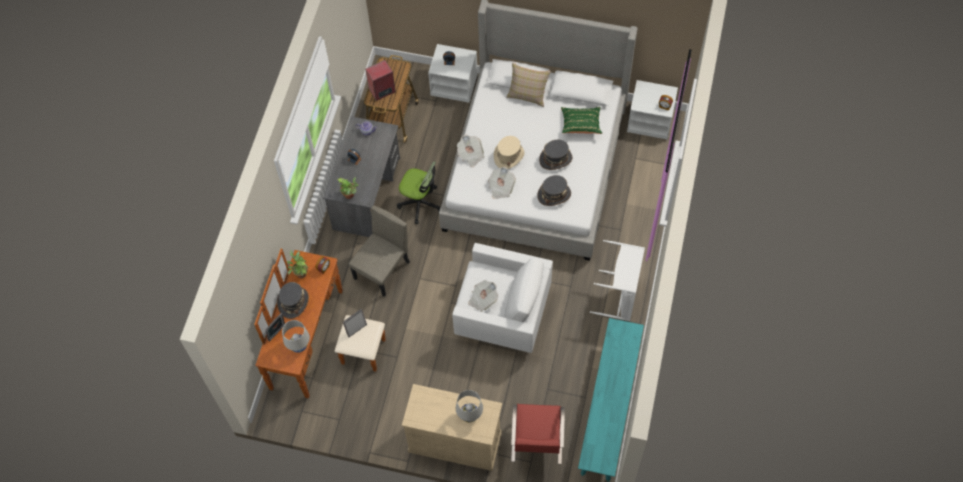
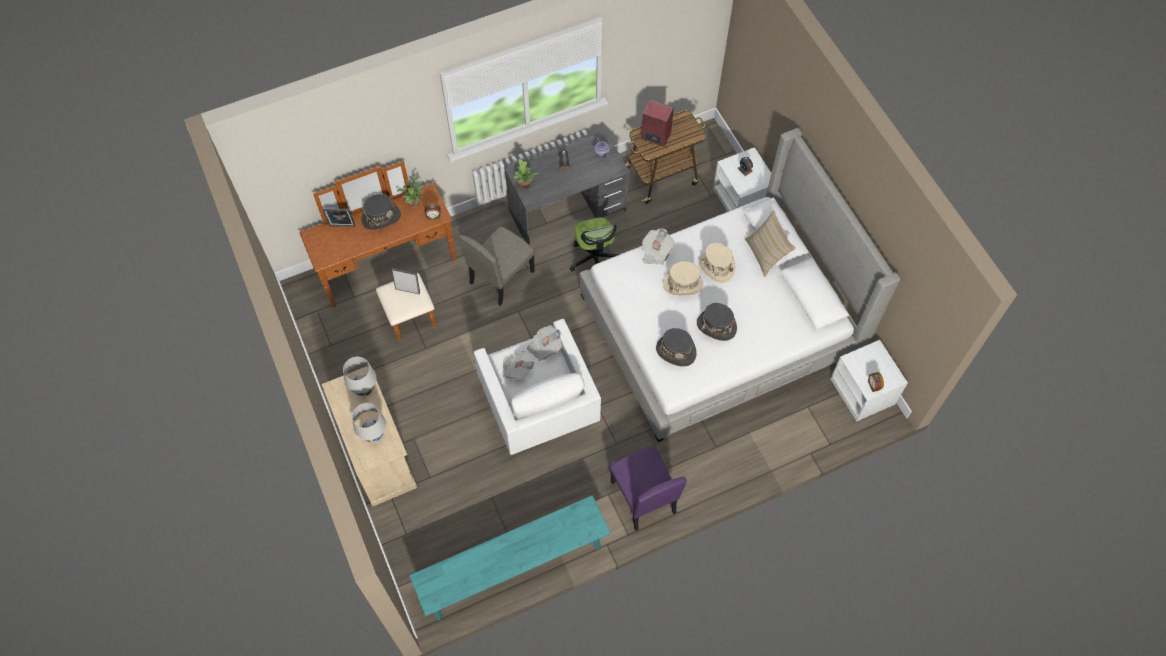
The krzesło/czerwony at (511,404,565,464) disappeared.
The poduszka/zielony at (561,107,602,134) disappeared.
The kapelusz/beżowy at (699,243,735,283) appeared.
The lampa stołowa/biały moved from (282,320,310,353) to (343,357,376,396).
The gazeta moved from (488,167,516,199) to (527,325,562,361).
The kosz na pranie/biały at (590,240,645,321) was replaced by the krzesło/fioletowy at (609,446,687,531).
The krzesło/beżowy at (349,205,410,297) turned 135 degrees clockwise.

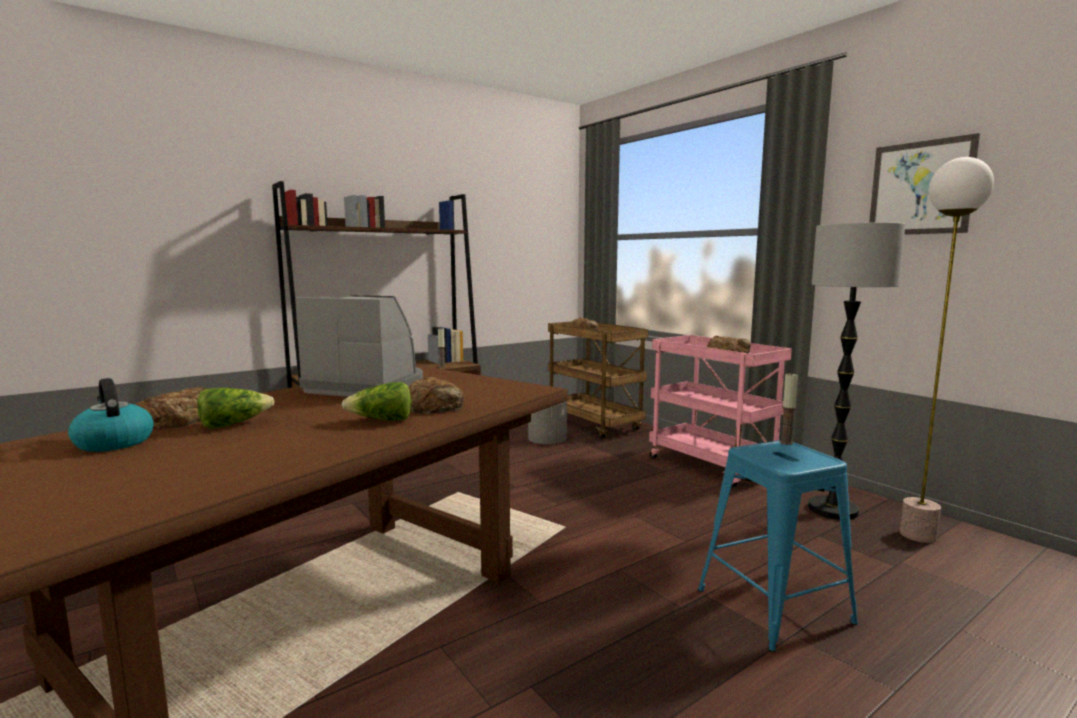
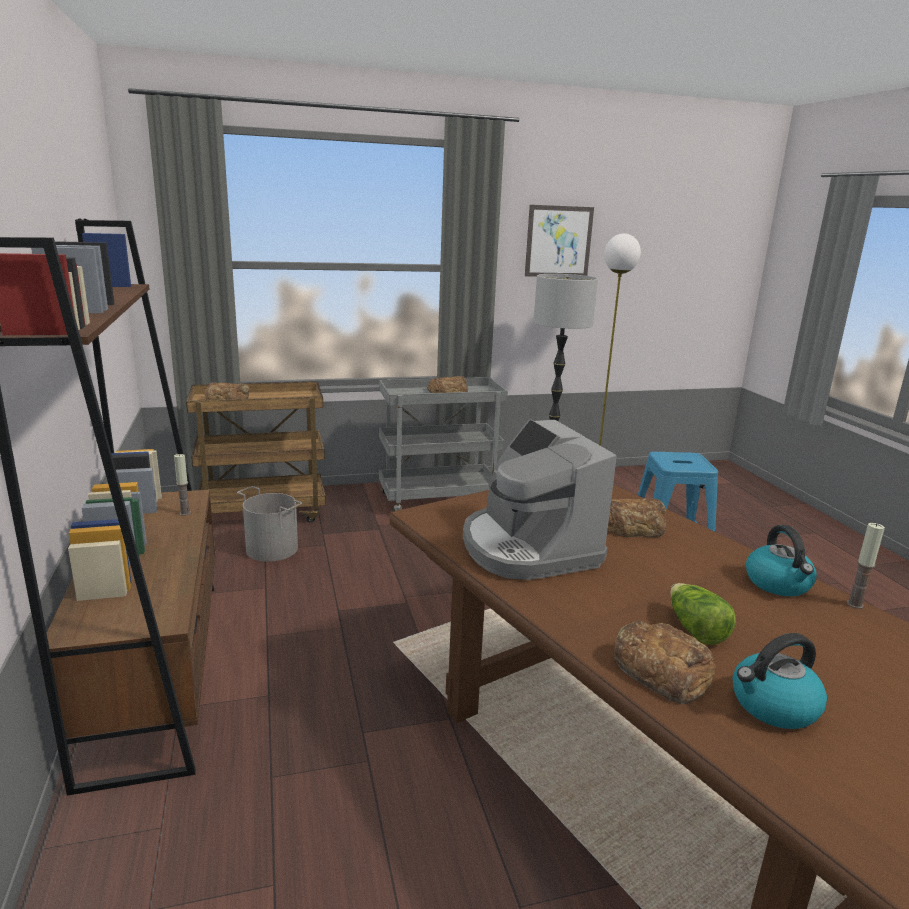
The sałata at (342,382,412,420) disappeared.
The czajnik at (746,525,817,596) appeared.
The świeca moved from (780,372,798,445) to (847,523,885,609).
The wózek/różowy at (649,335,792,488) became the wózek/szary at (379,377,508,512).
The ekspres do kawy at (295,295,423,397) turned 60 degrees counterclockwise.

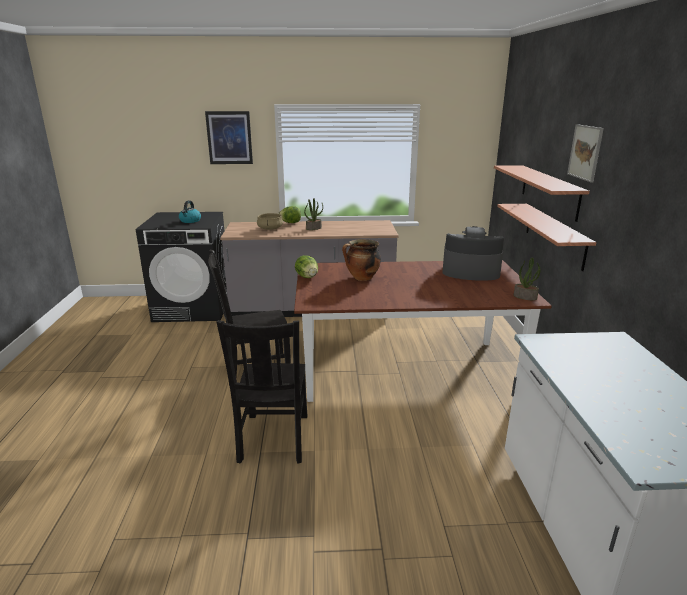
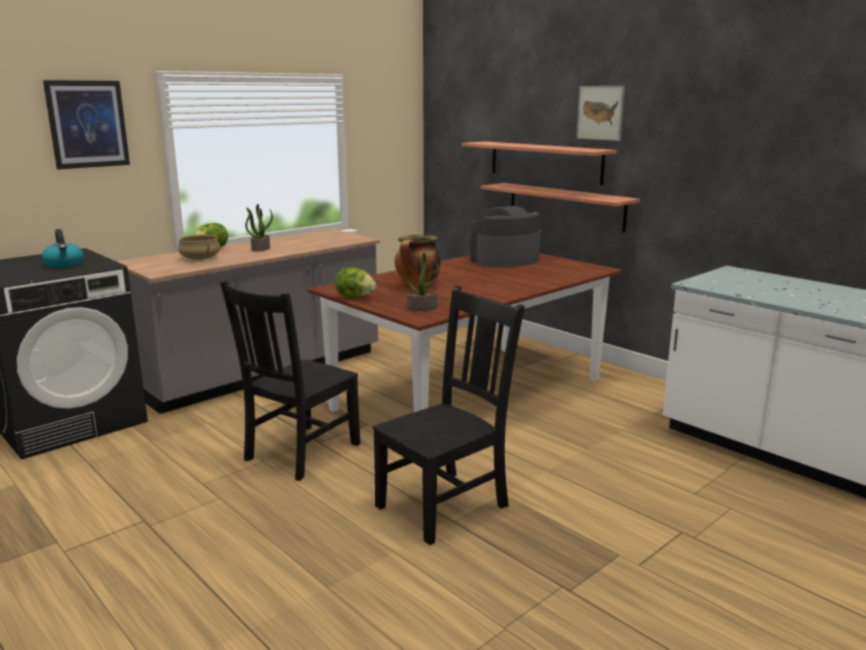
The roślina doniczkowa moved from (514,257,540,300) to (407,253,439,311).
The krzesło/czarny at (216,320,307,464) turned 90 degrees counterclockwise.

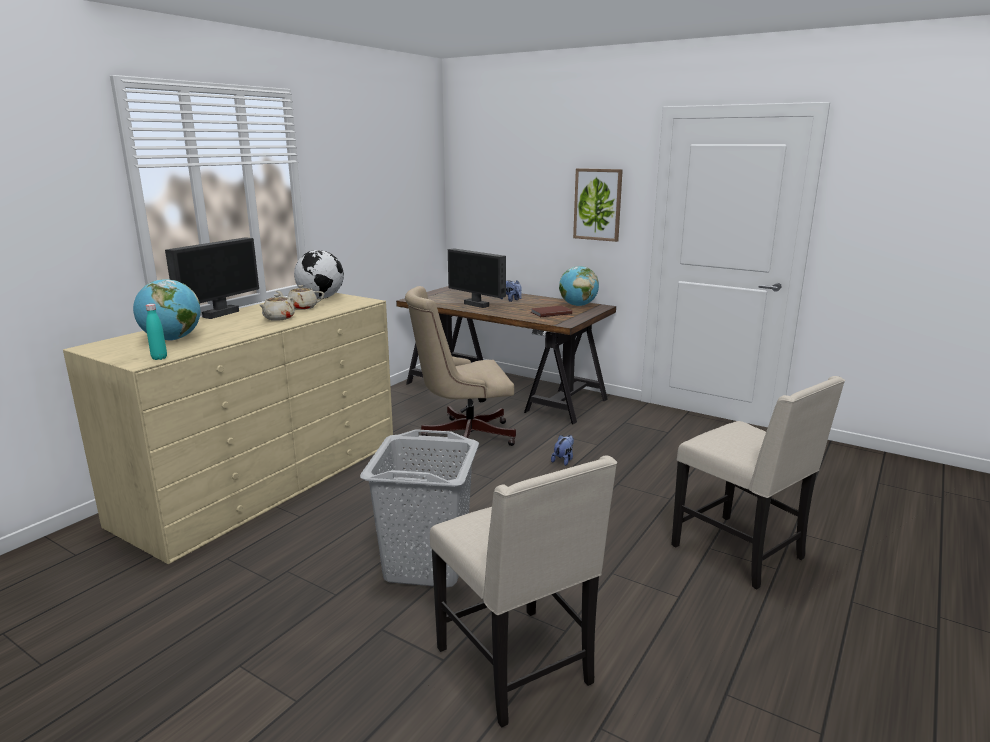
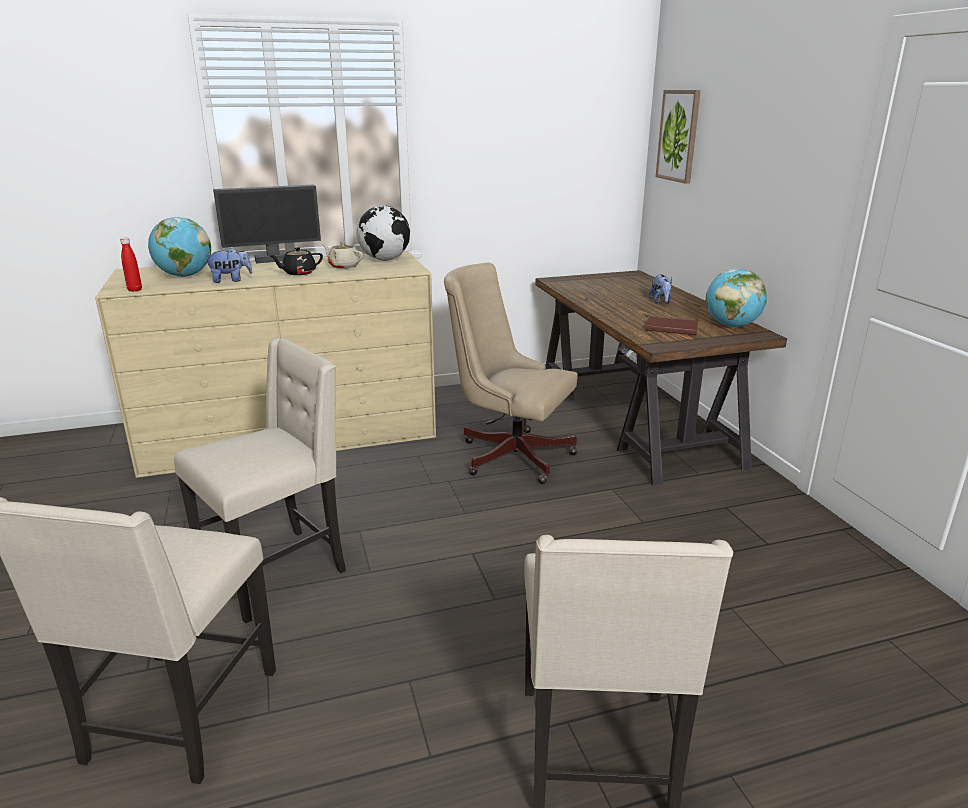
The monitor at (448,248,506,308) disappeared.
The pluszak moved from (551,435,574,466) to (205,248,253,283).
The obraz moved from (573,168,623,242) to (656,90,701,184).
The kosz na pranie/szary at (360,429,479,588) was replaced by the krzesło/beżowy at (174,338,346,624).
The butelka/turkusowy at (146,304,167,360) became the butelka/czerwony at (120,238,142,292).
The imbryk/beżowy at (260,294,295,321) became the imbryk/czarny at (270,247,323,275).

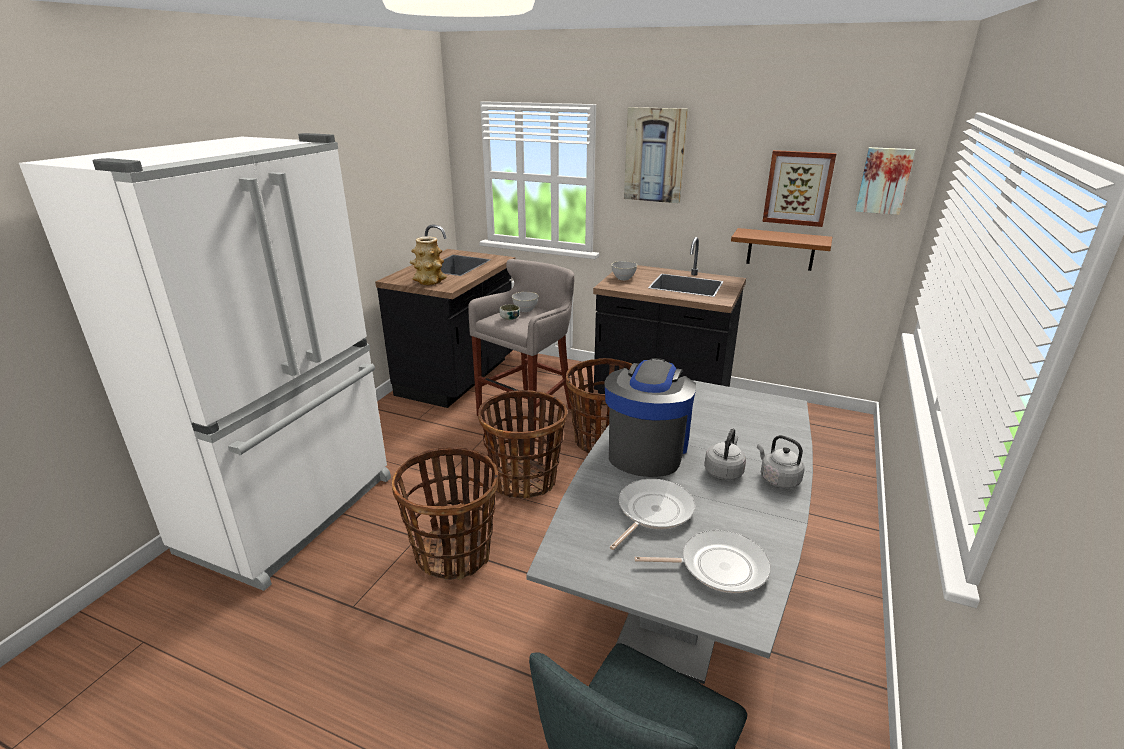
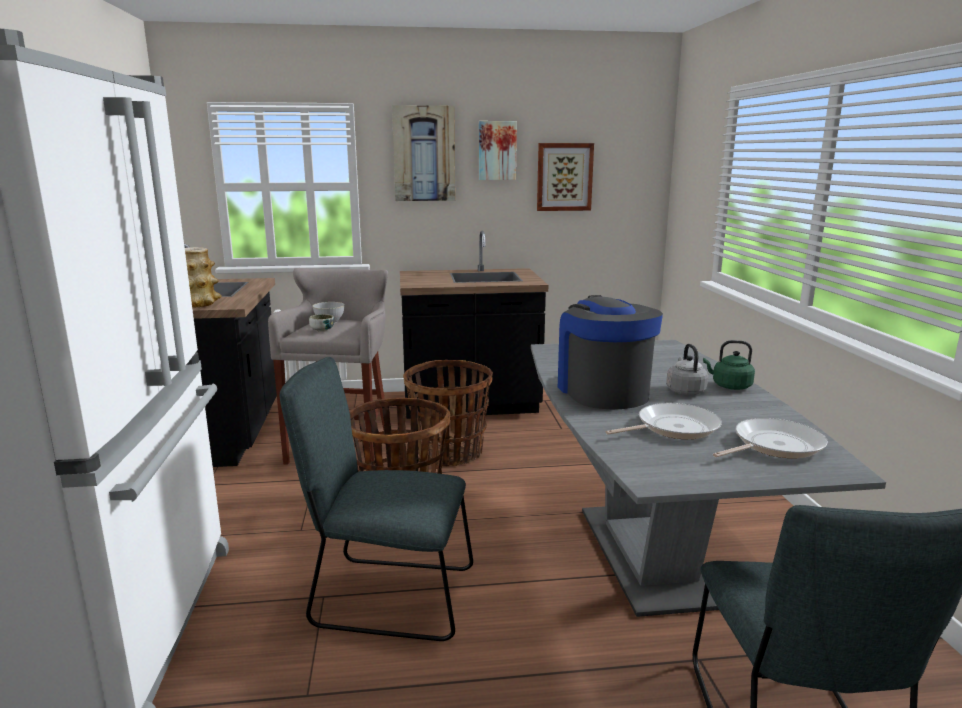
The miska/szary at (611,261,637,280) disappeared.
The półka/brązowy at (731,228,832,271) disappeared.
The obraz moved from (855,147,915,215) to (479,121,517,180).
The koszyk at (392,447,498,580) was replaced by the krzesło/szary at (280,357,473,641).
The czajnik/szary at (757,435,804,488) became the czajnik/zielony at (703,340,755,390).
The patelnia at (609,479,695,550) turned 60 degrees clockwise.

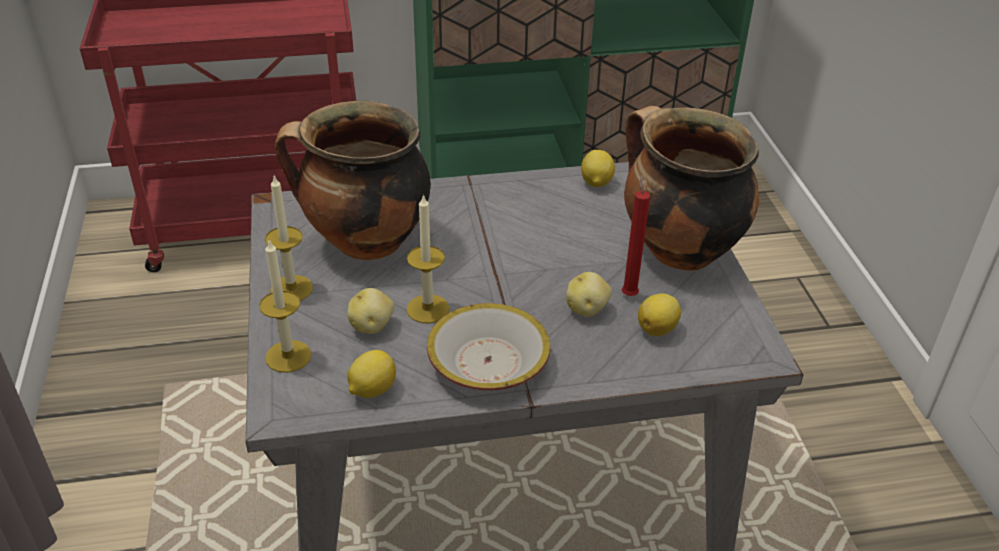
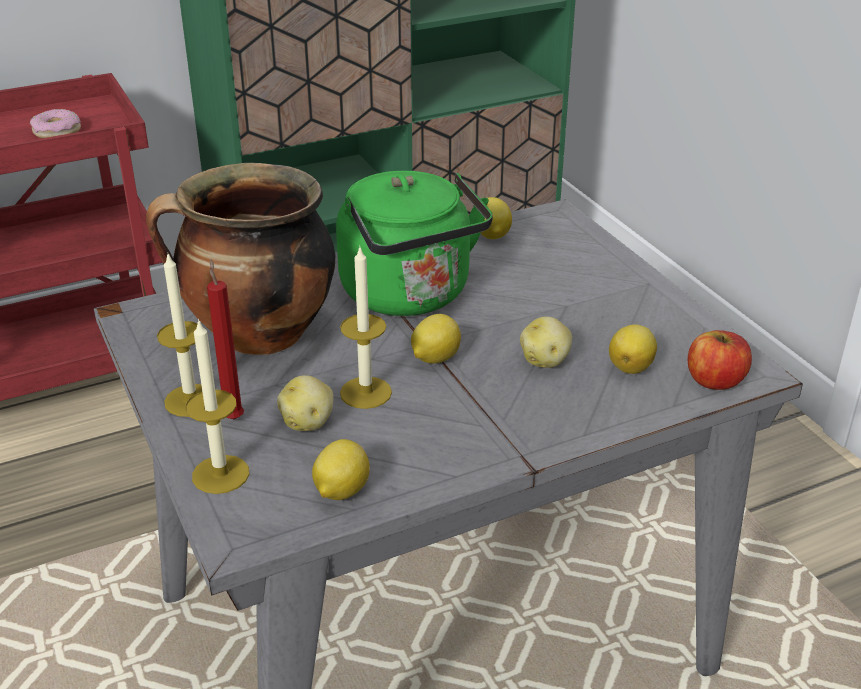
The miska at (427,303,551,390) disappeared.
The garnek at (624,106,759,271) disappeared.
The donut at (30,109,81,138) appeared.
The czajnik/zielony at (336,171,493,316) appeared.
The cytryna at (411,314,461,364) appeared.
The jabłko at (688,330,752,390) appeared.
The świeca/czerwony moved from (622,174,650,296) to (207,260,244,419).

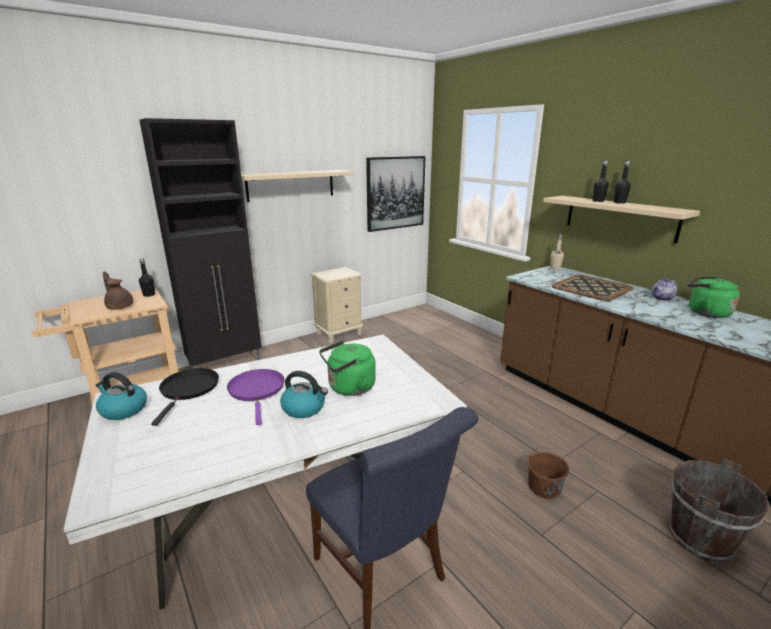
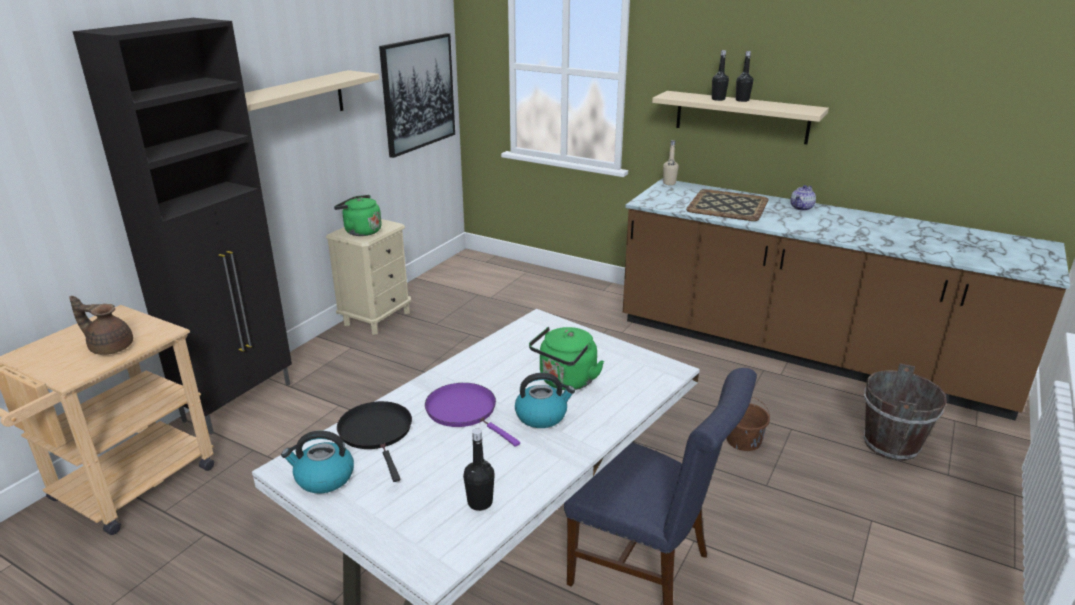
The butelka/czarny moved from (139,258,155,297) to (463,428,495,511).
The czajnik/zielony moved from (688,277,740,318) to (334,195,382,236).

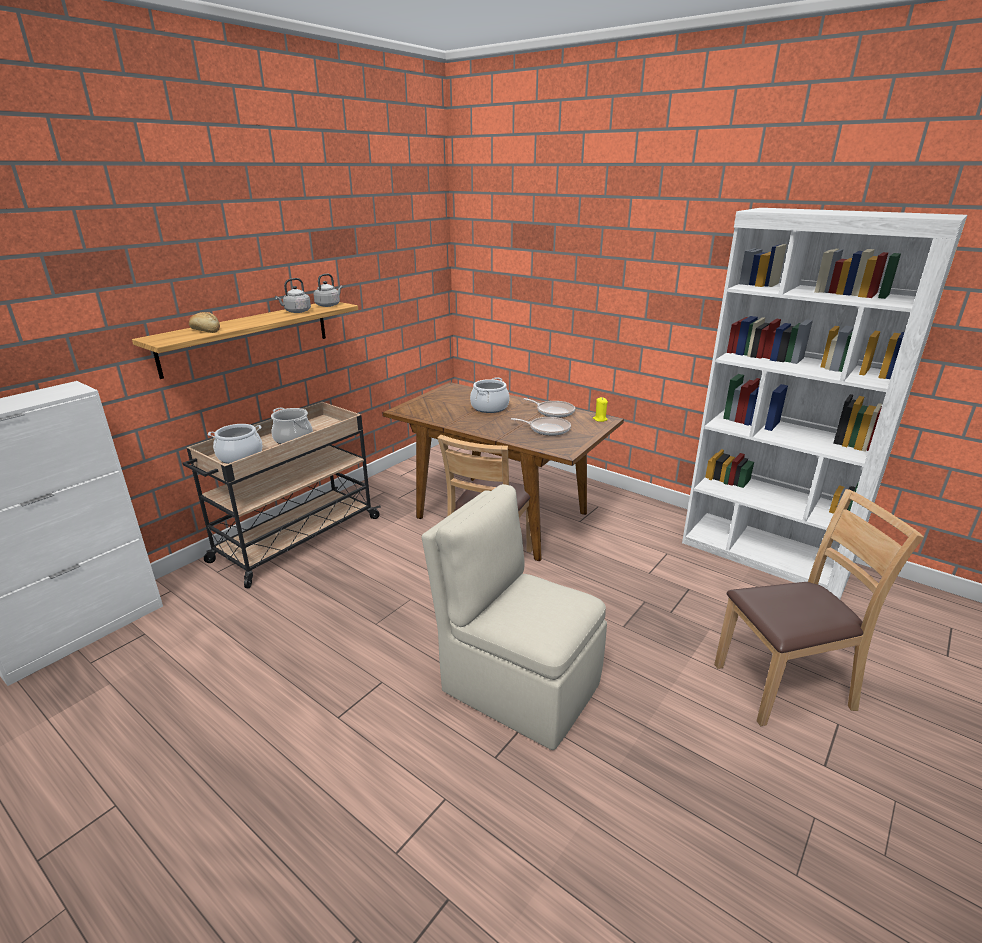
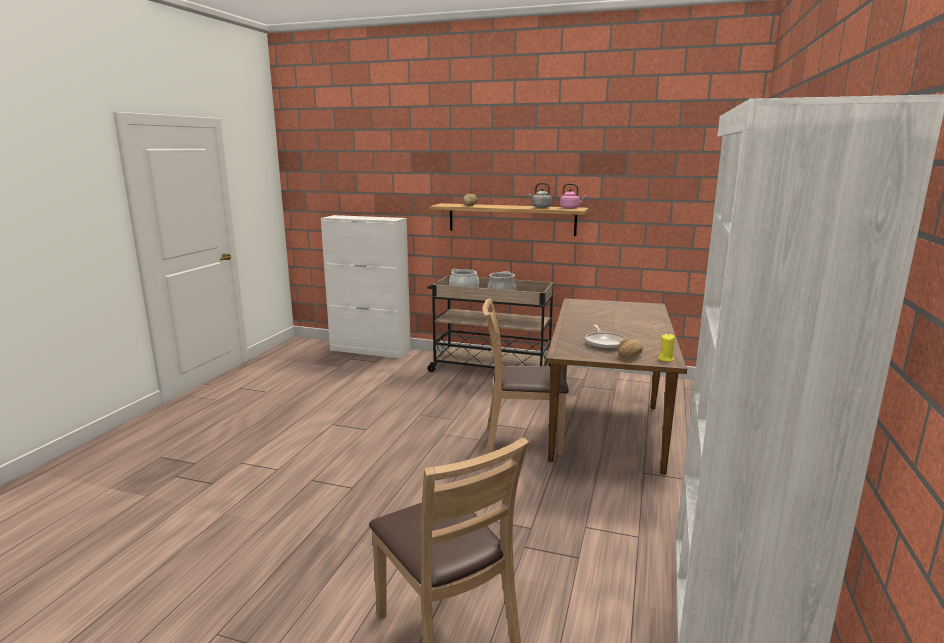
The krzesło/beżowy at (422,484,607,750) disappeared.
The garnek at (470,377,510,413) disappeared.
The patelnia at (524,398,575,418) disappeared.
The chleb at (617,338,643,359) appeared.
The czajnik/szary at (314,274,343,307) became the czajnik/różowy at (560,183,586,209).

